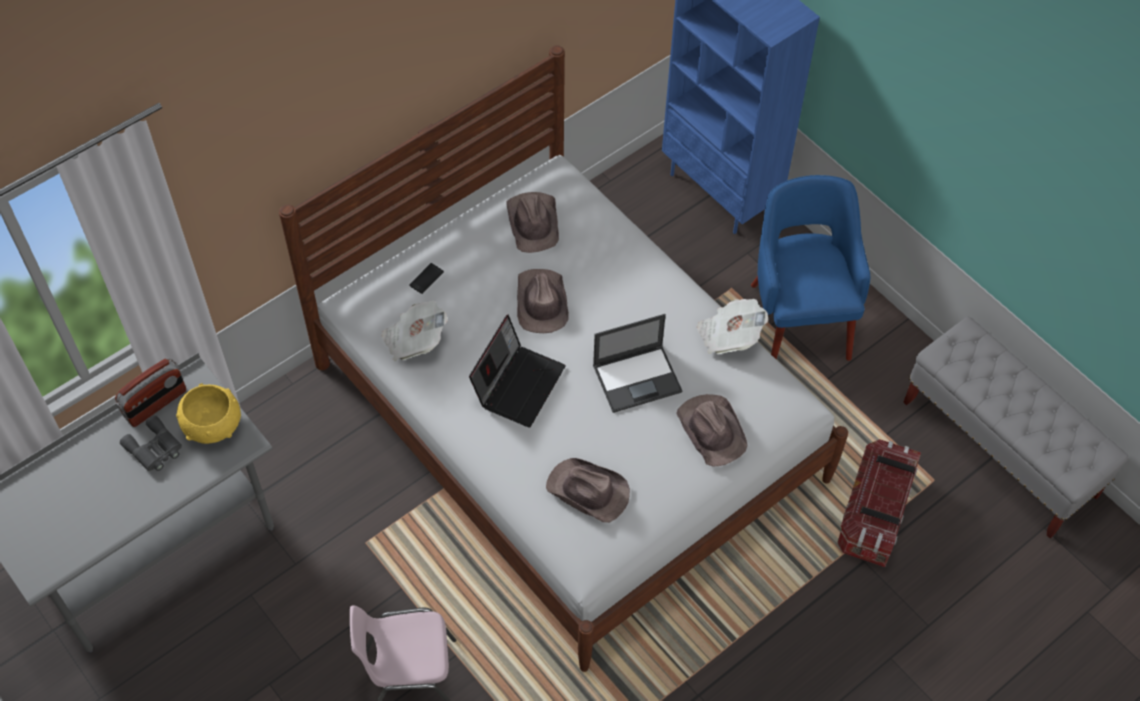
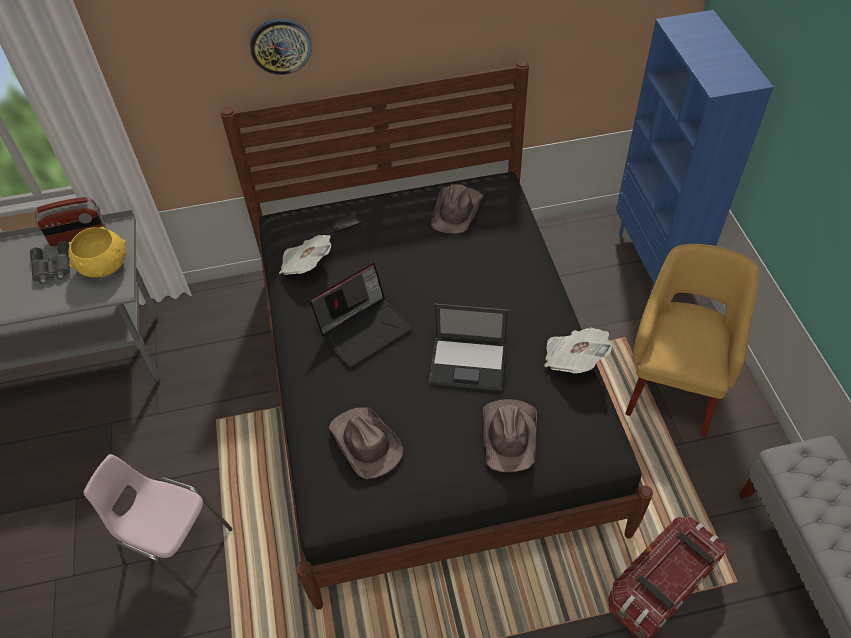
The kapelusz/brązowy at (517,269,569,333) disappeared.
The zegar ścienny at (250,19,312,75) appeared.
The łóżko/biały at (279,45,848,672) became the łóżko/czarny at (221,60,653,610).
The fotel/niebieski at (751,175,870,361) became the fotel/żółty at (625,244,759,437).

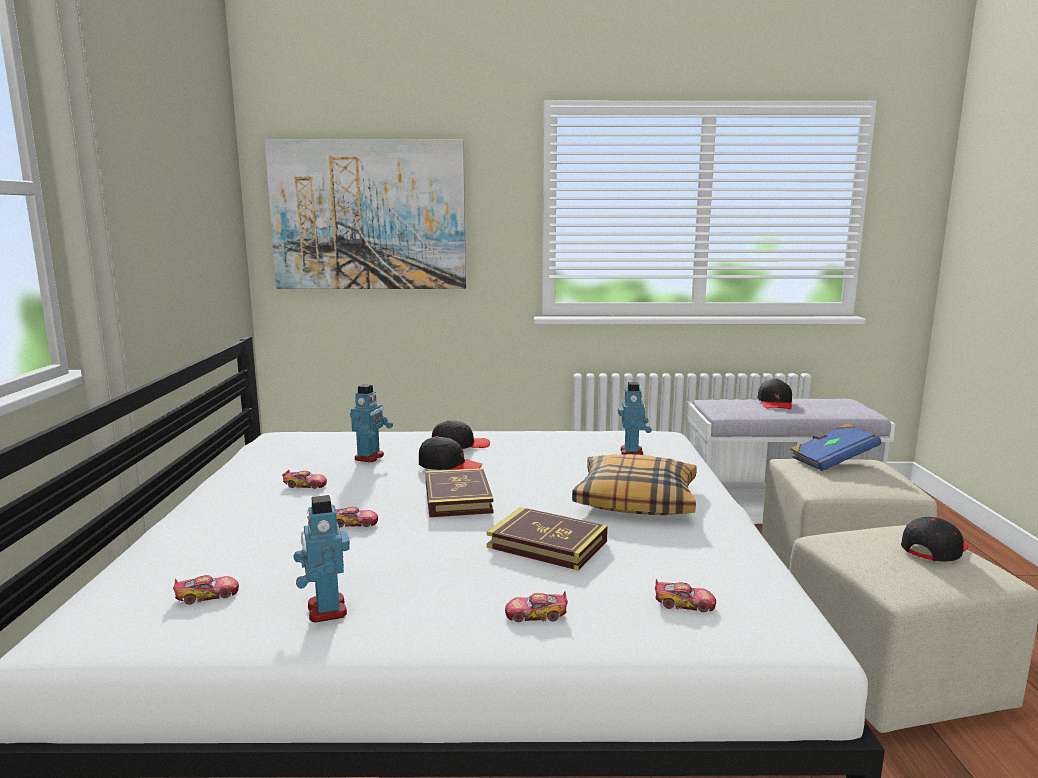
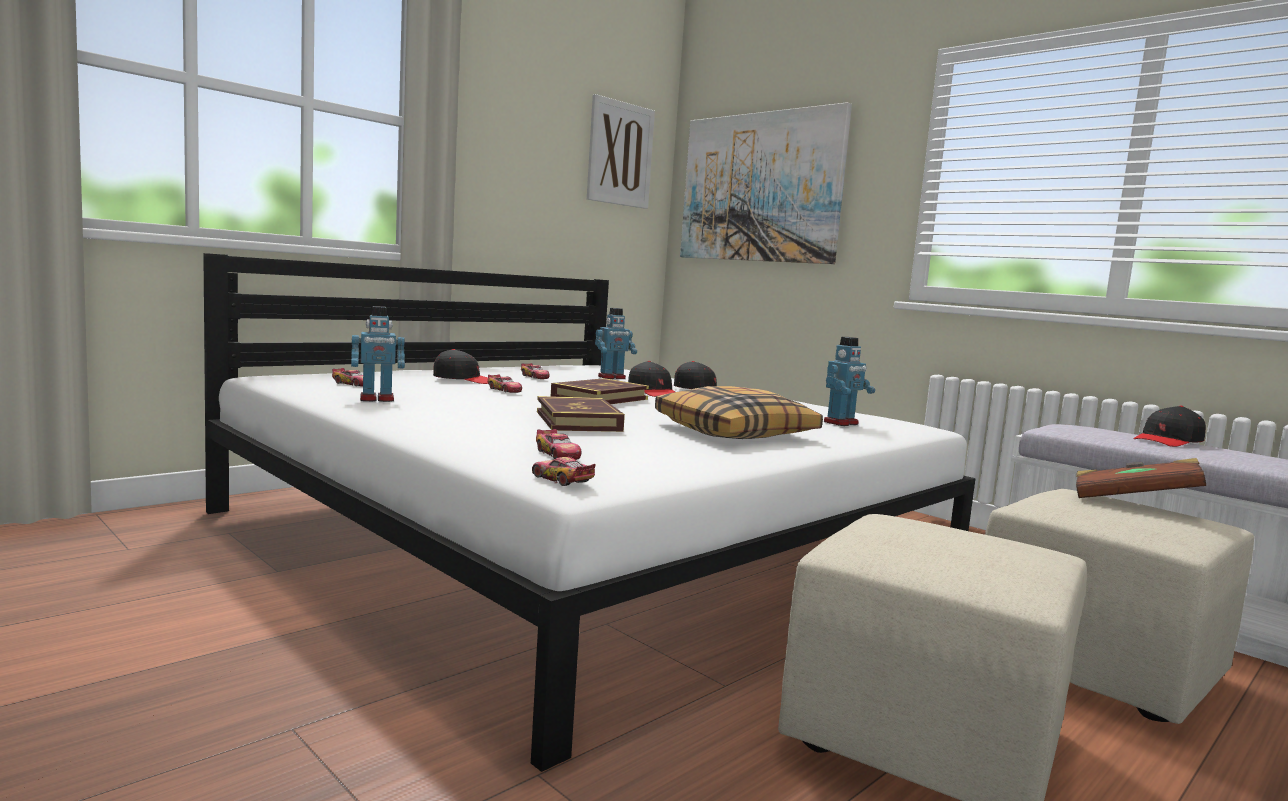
The obraz at (587,94,655,209) appeared.
The samochodzik moved from (505,592,568,622) to (532,457,596,486).
The czapka z daszkiem/czarny moved from (901,517,968,562) to (433,349,488,384).
The książka/niebieski at (790,423,881,471) became the książka/brązowy at (1076,458,1206,498).
The robot zabawkowy at (294,495,350,622) turned 135 degrees counterclockwise.

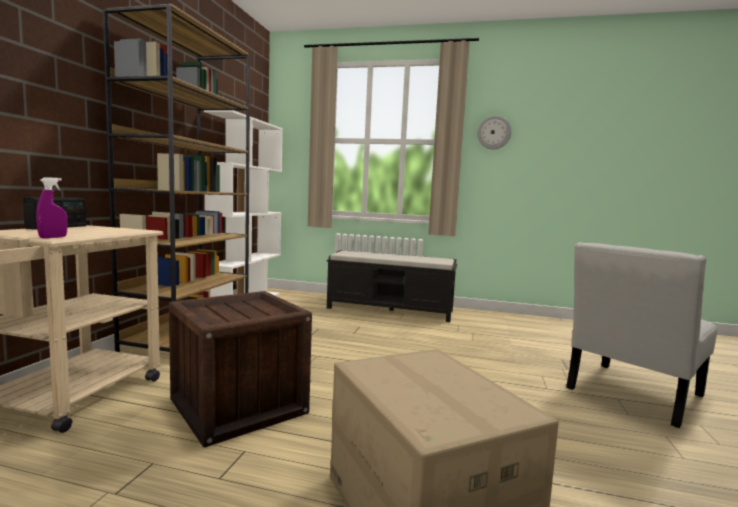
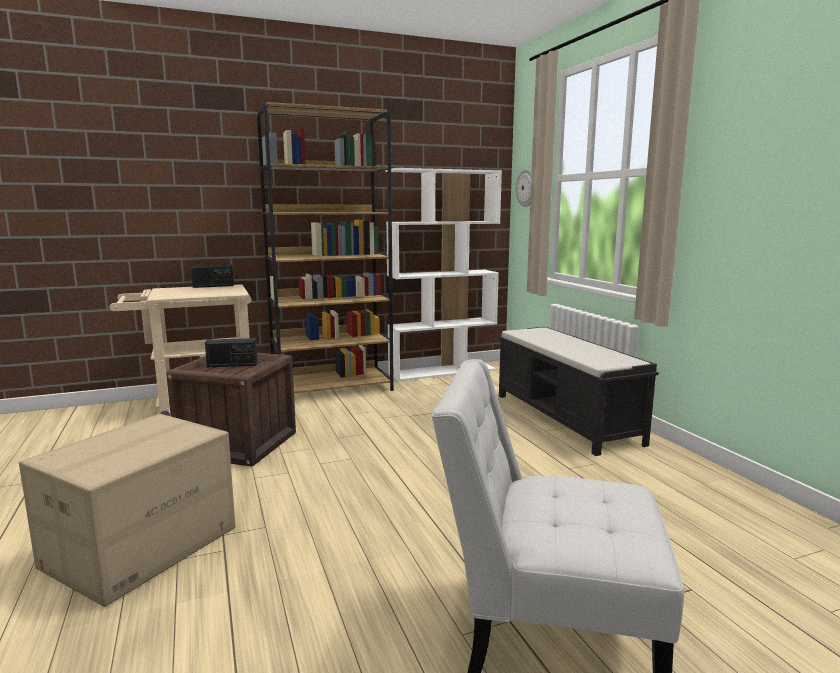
The spryskiwacz/fioletowy at (36,177,68,238) disappeared.
The radio at (205,338,258,367) appeared.
The zegar ścienny moved from (477,116,511,149) to (516,169,532,207).

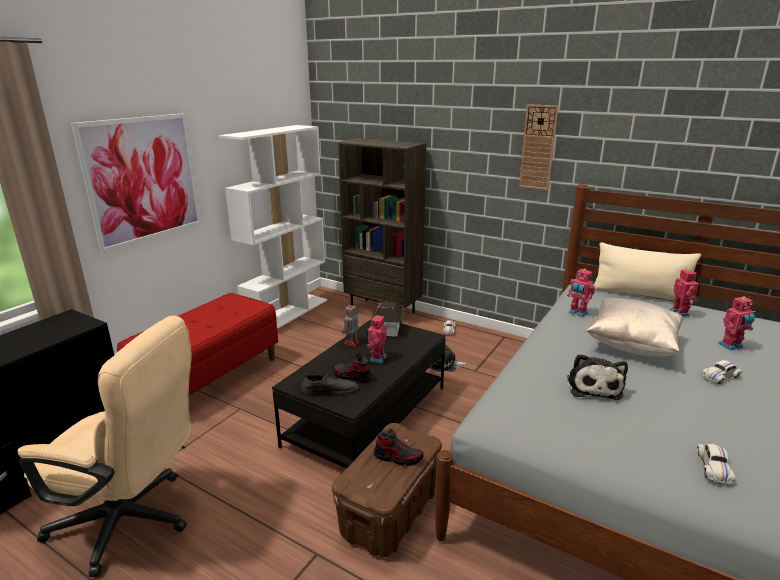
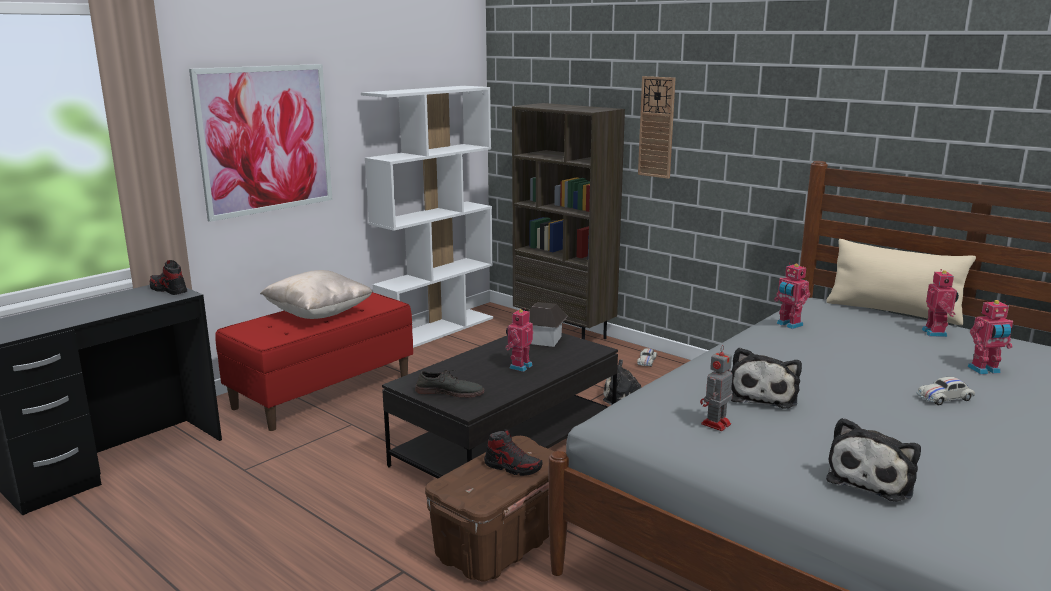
The krzesło biurowe/beżowy at (18,316,192,577) disappeared.
The but moved from (333,354,372,383) to (150,260,187,295).
The robot zabawkowy moved from (342,305,360,347) to (700,345,733,431).
The zegar ścienny moved from (519,104,559,190) to (638,76,675,179).
The poduszka/beżowy moved from (585,298,683,356) to (260,270,373,319).
The samochodzik/biały at (697,444,735,484) was replaced by the pluszak at (826,418,921,502).

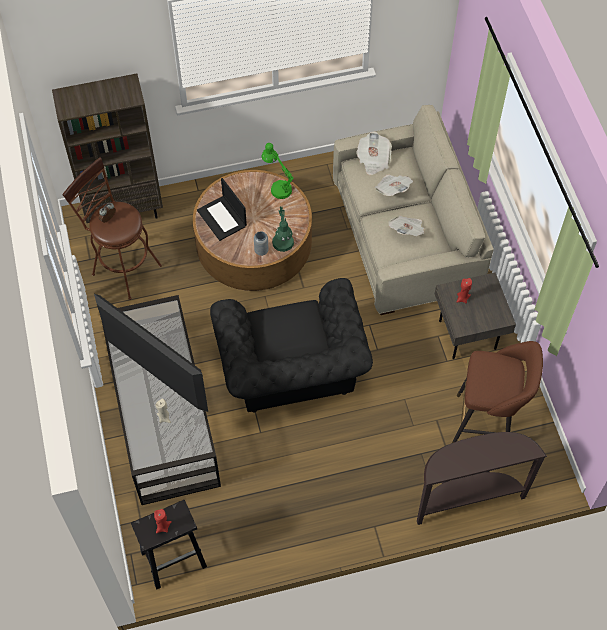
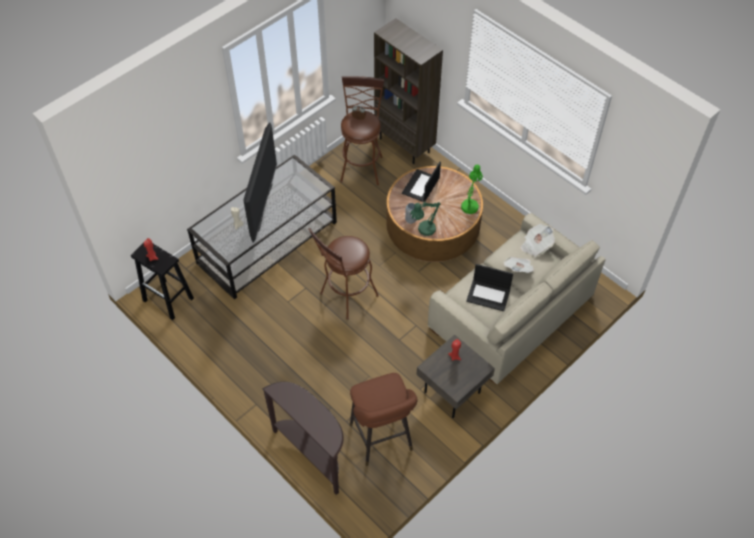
The fotel/czarny at (210,278,373,412) was replaced by the stołek/brązowy at (308,228,379,319).
The gazeta at (388,215,425,236) was replaced by the laptop at (466,264,513,311).

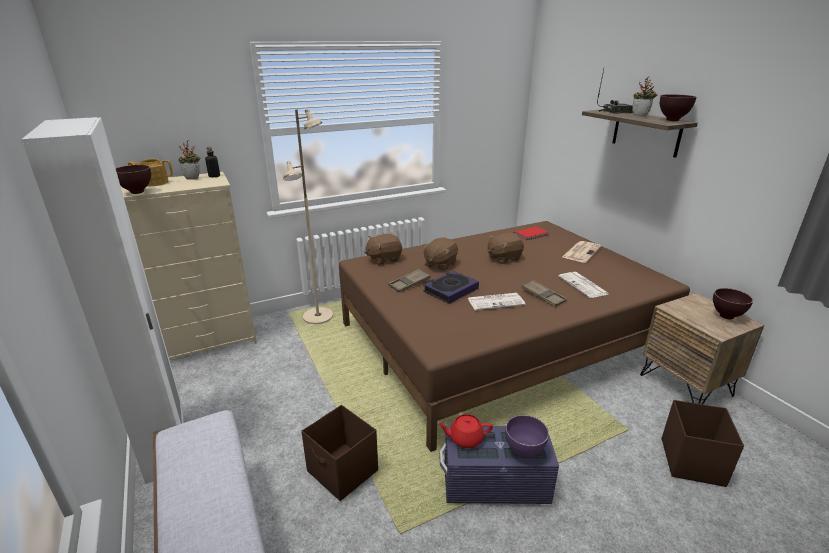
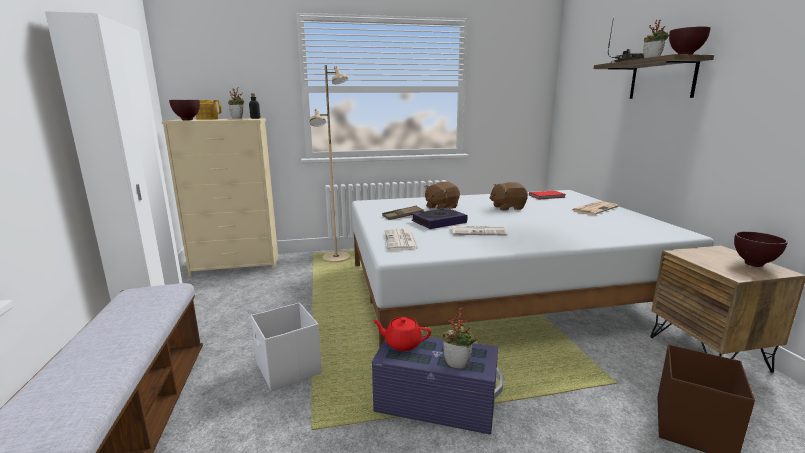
The pluszak/brązowy at (364,234,402,265) disappeared.
The taca/brązowy at (522,280,567,307) disappeared.
The gazeta moved from (558,272,609,298) to (385,229,419,250).
The miska/fioletowy at (505,415,549,458) was replaced by the roślina doniczkowa at (443,307,477,369).
The pojemnik do przechowywania/brązowy at (301,405,378,501) became the pojemnik do przechowywania/biały at (251,303,322,391).
The łóżko/brązowy at (339,221,690,452) became the łóżko/biały at (351,190,714,348).

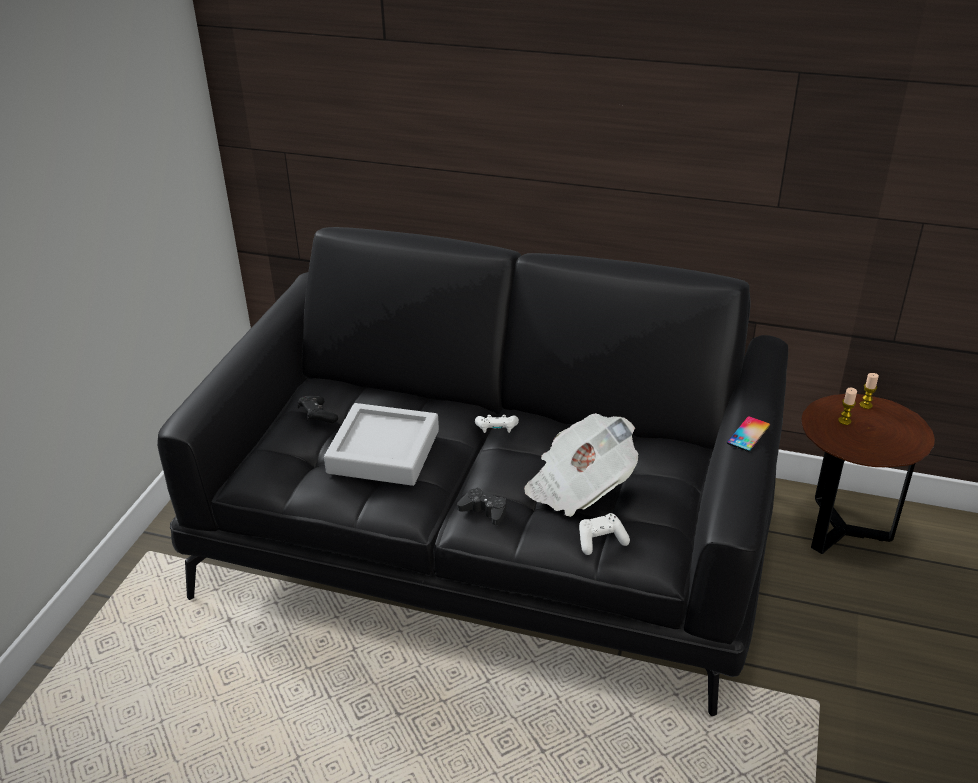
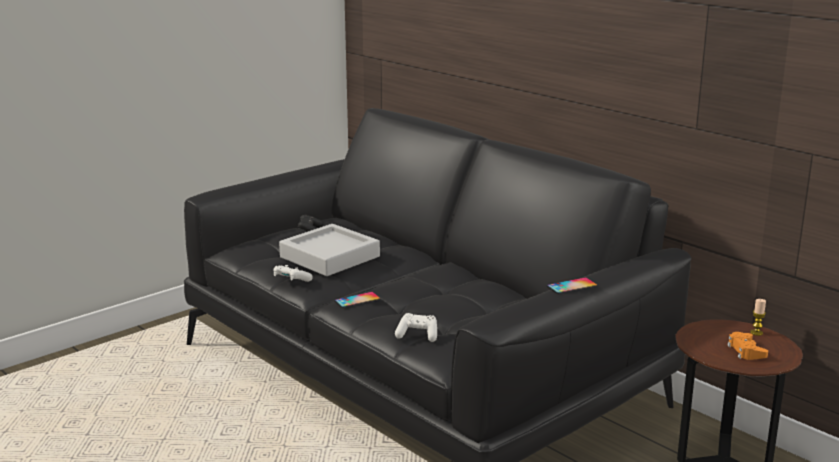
The gazeta at (524,413,638,517) disappeared.
The świeca at (838,388,857,425) disappeared.
The pad do gier/pomarańczowy at (728,332,768,360) appeared.
The pad do gier/biały moved from (475,415,519,433) to (273,265,313,282).
The pad do gier/czarny at (457,488,507,525) was replaced by the telefon at (334,292,380,308).

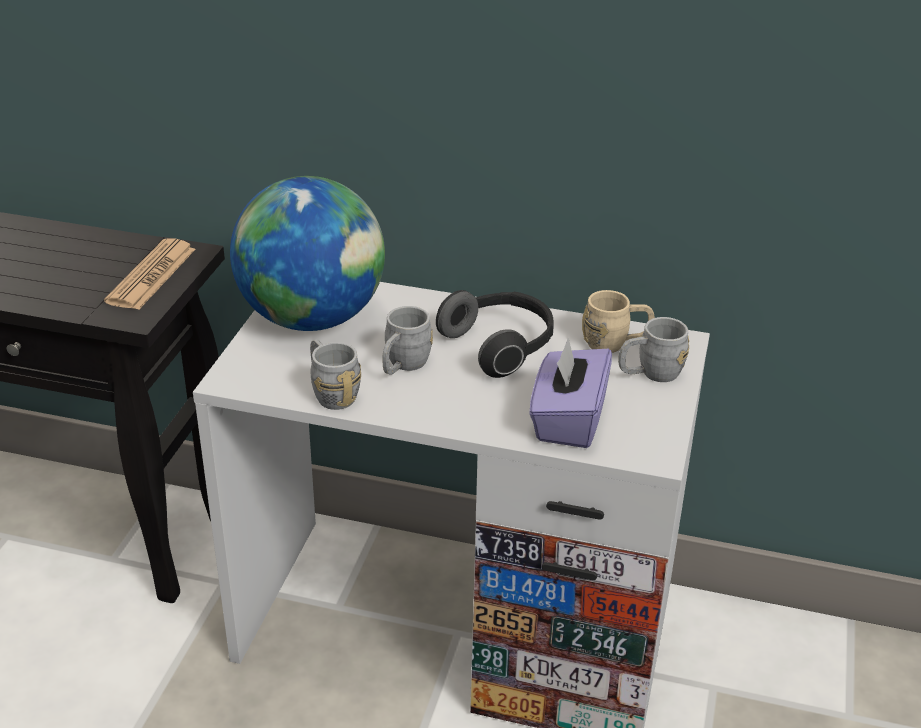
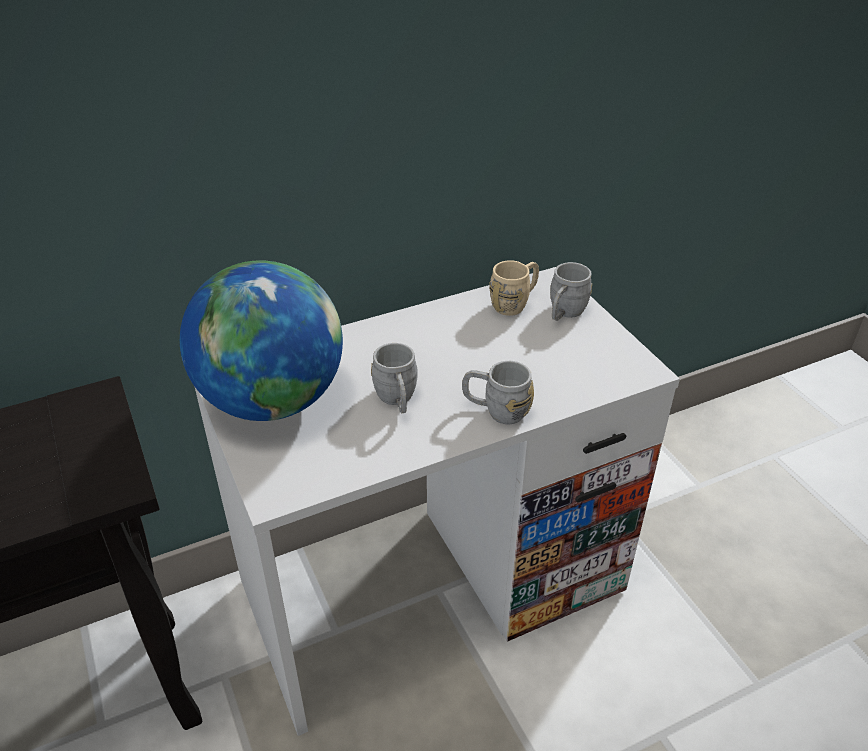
The gazeta at (104,238,196,310) disappeared.
The słuchawki at (436,290,554,378) disappeared.
The pudełko chusteczek/fioletowy at (529,338,612,448) disappeared.
The kubek/szary moved from (310,339,361,410) to (462,361,534,424).

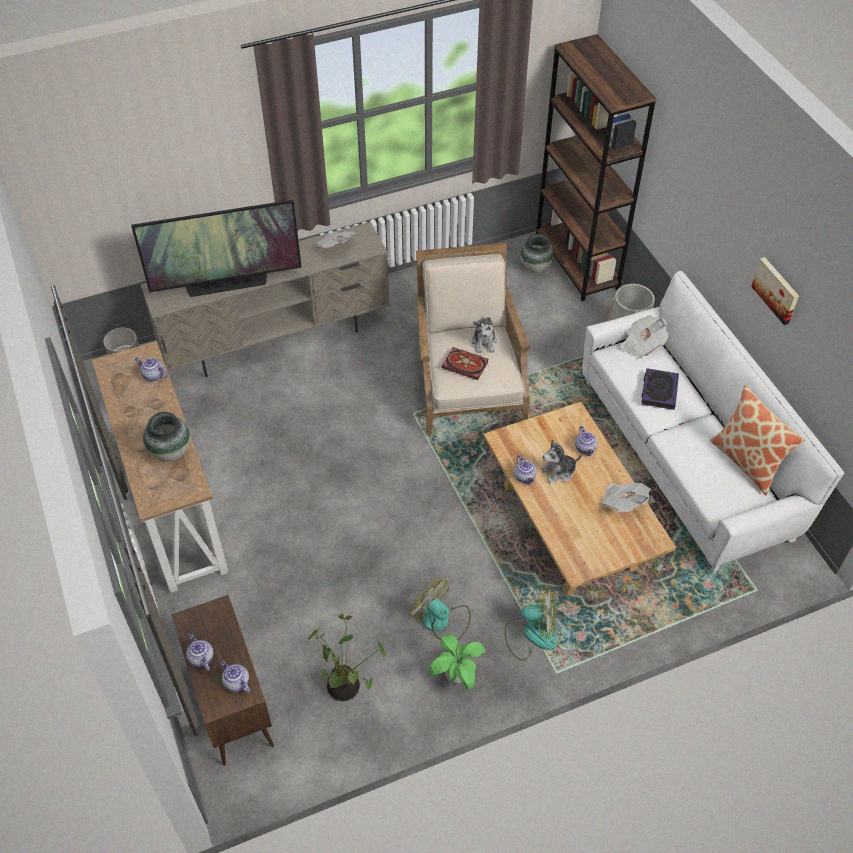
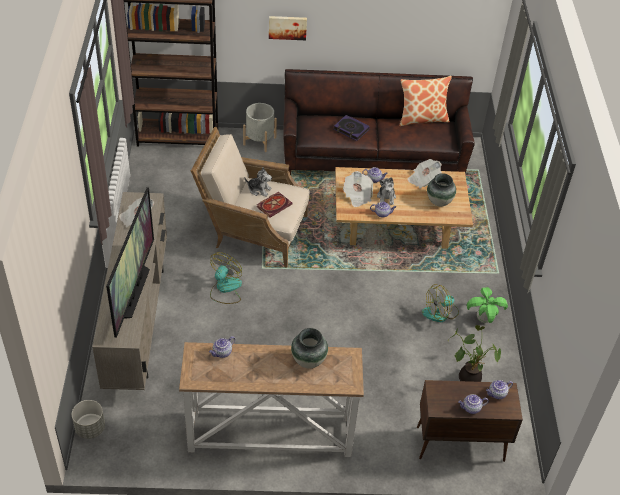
The wentylator moved from (504,586,557,661) to (210,252,242,304).
The wazon moved from (520,234,554,273) to (427,173,456,206).
The gazeta moved from (621,315,668,359) to (343,171,373,207).
The obraz moved from (751,257,799,325) to (269,16,307,40).
The kanapa/biały at (582,271,844,572) became the kanapa/brązowy at (283,69,475,175).

